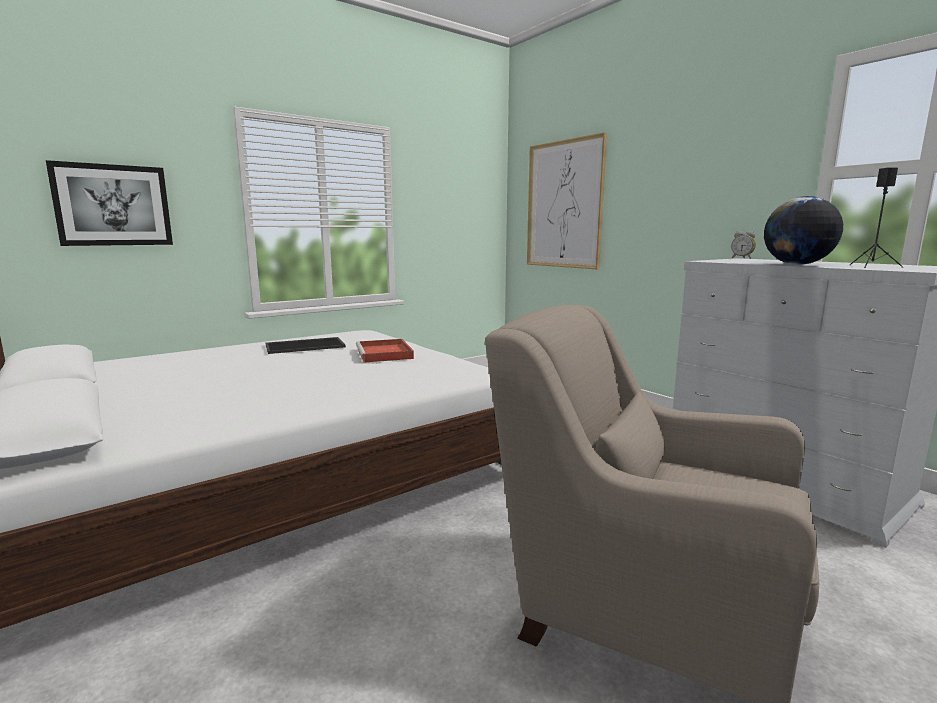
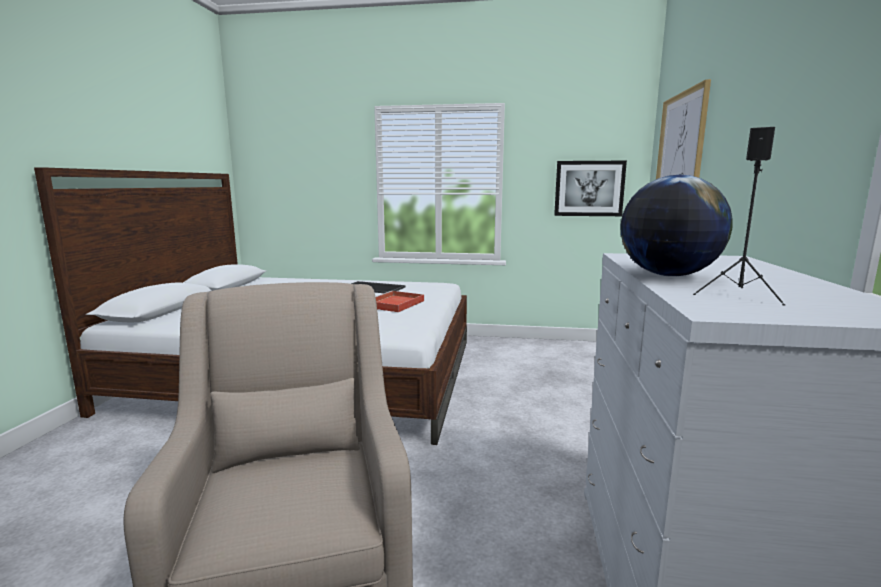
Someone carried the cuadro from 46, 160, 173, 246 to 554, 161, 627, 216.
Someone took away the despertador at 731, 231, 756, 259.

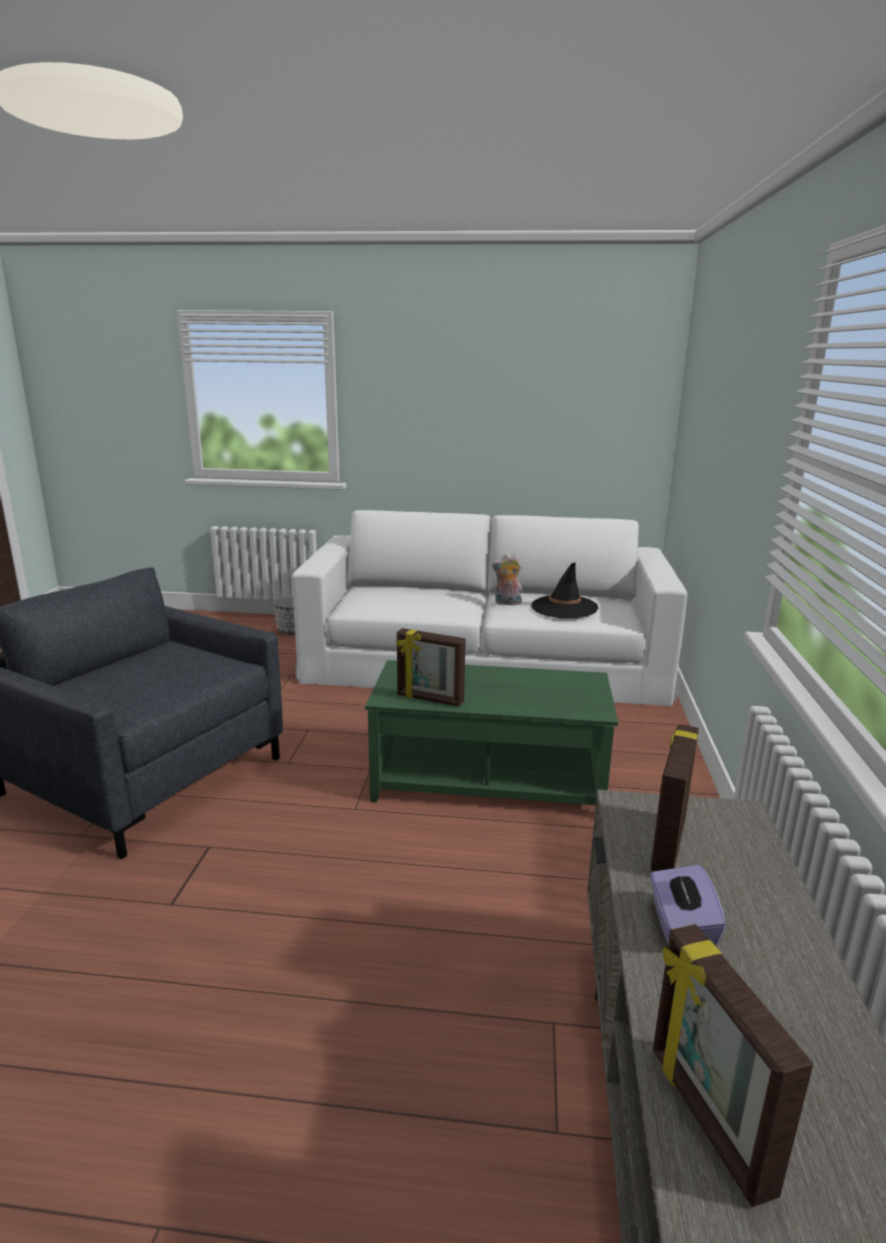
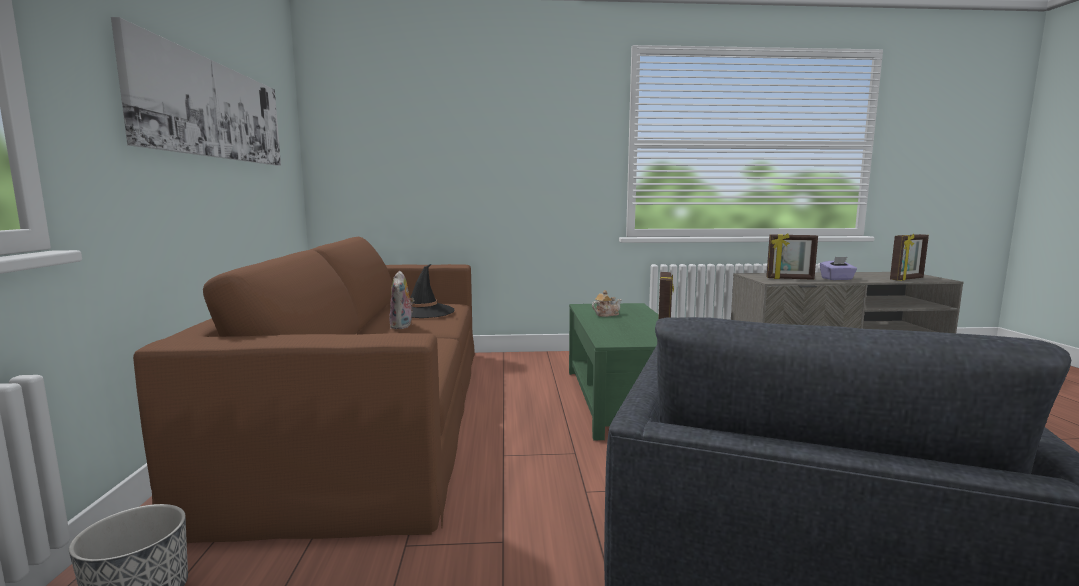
Someone repainted the sofá/blanco at 292, 510, 687, 706, which became the sofá/marrón at 133, 237, 475, 543.
Someone put up the cuadro at 111, 17, 281, 166.
Someone put down the tetera at 592, 290, 622, 317.

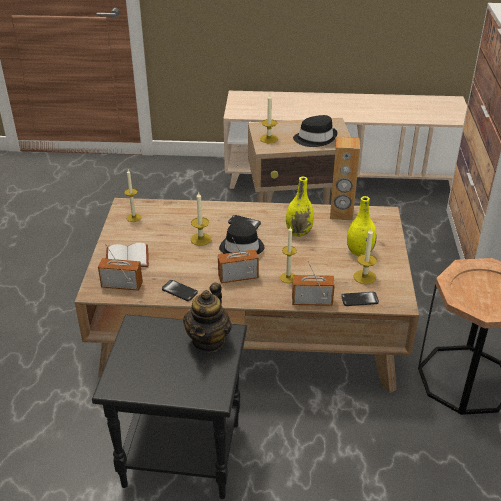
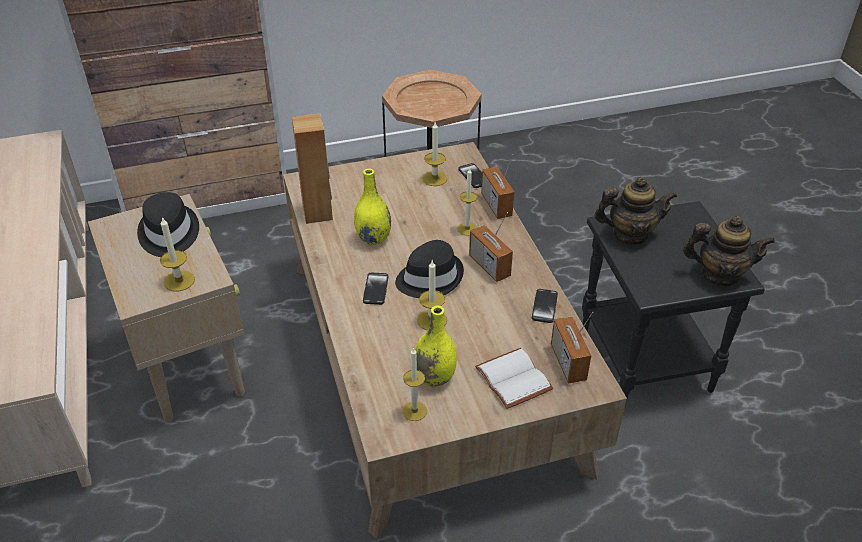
Someone carried the florero/amarillo from 347, 196, 377, 256 to 415, 306, 457, 387.
Someone put down the tetera at 683, 216, 775, 286.

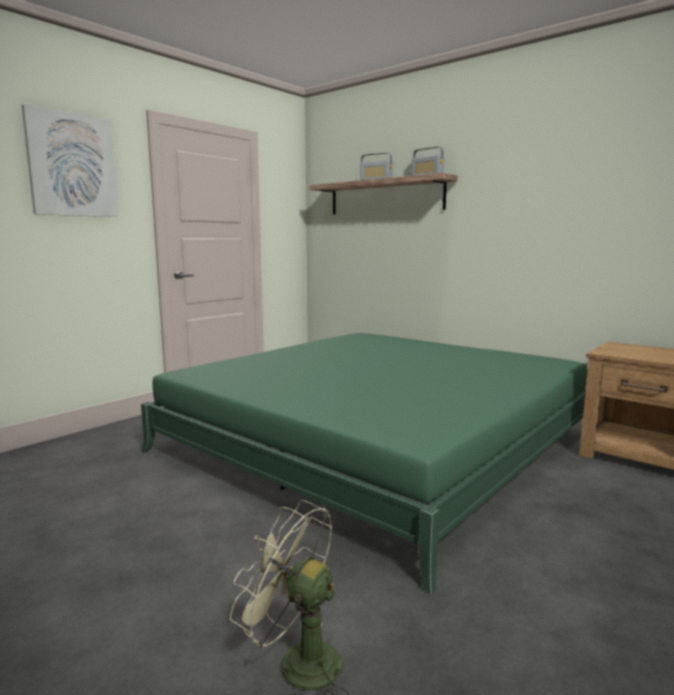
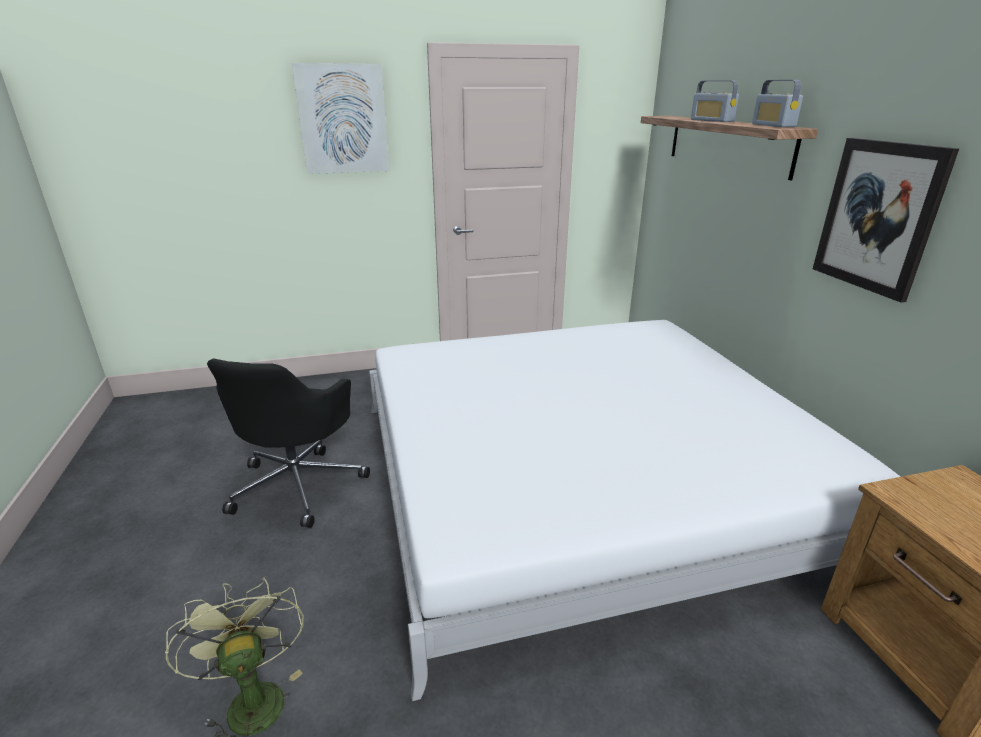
Someone repainted the cama/verde at 141, 333, 588, 594, which became the cama/blanco at 369, 320, 900, 701.
Someone put down the silla de oficina/negro at 207, 359, 370, 528.
Someone put up the cuadro at 813, 138, 959, 303.

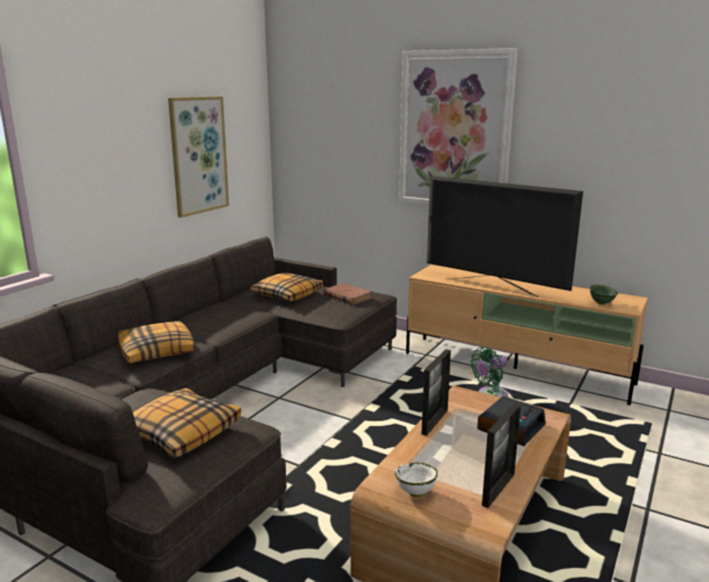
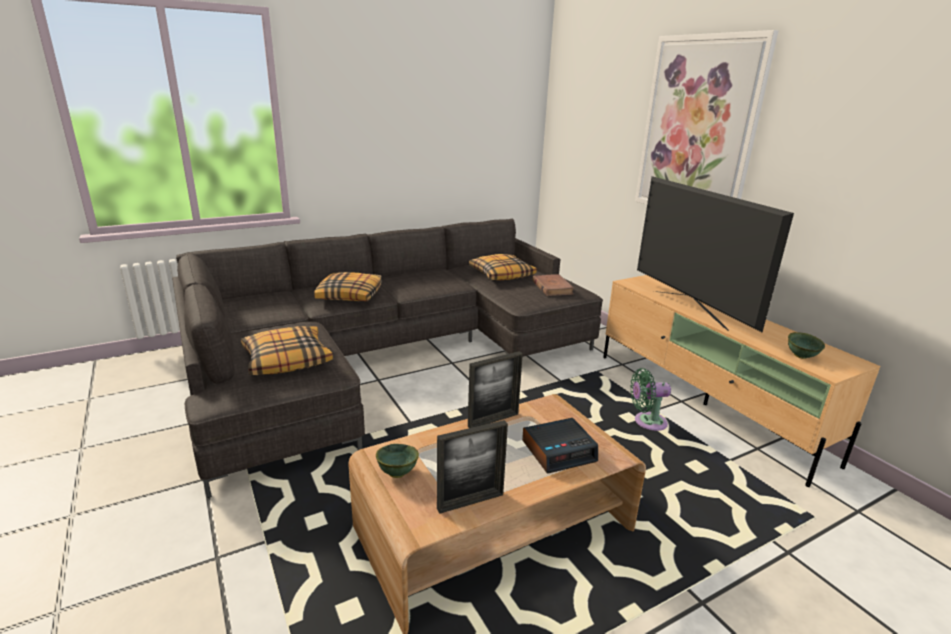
Someone took away the cuadro at 168, 96, 229, 218.
Someone repainted the cuenco/blanco at 395, 463, 438, 497, which became the cuenco/verde at 376, 444, 419, 478.

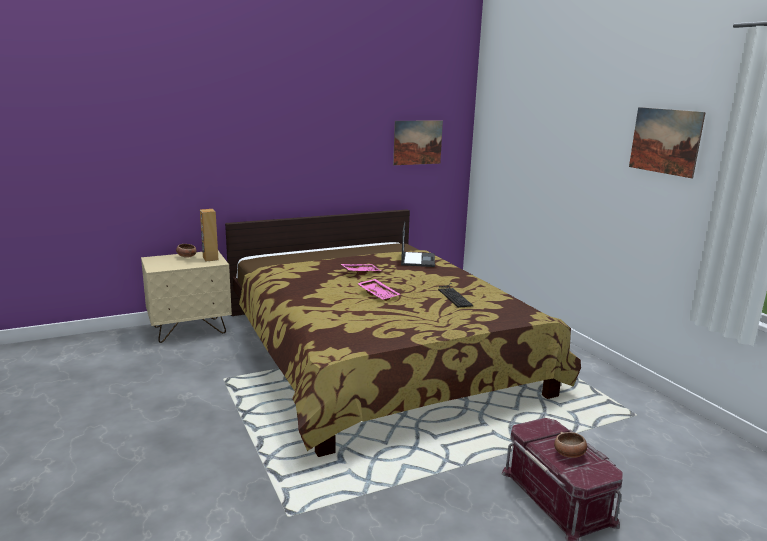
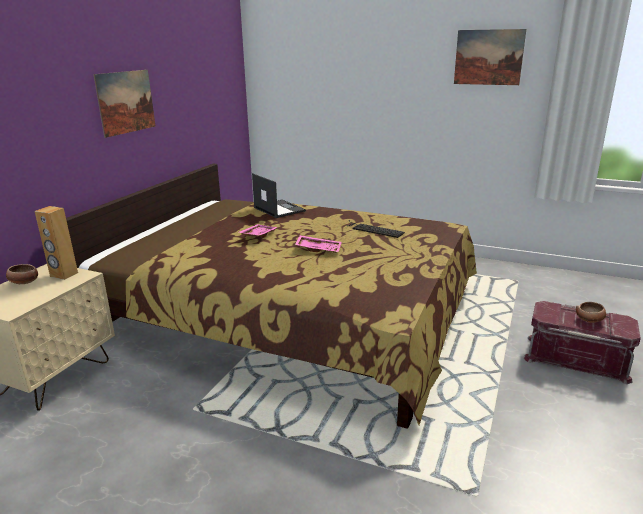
Someone carried the cuadro from 393, 121, 443, 165 to 93, 70, 155, 138.

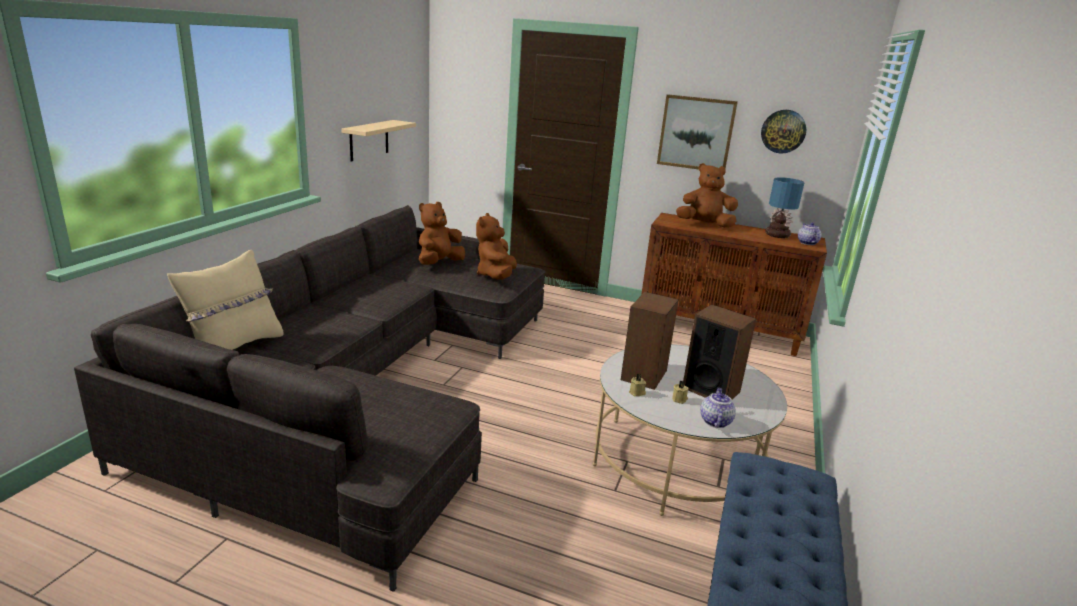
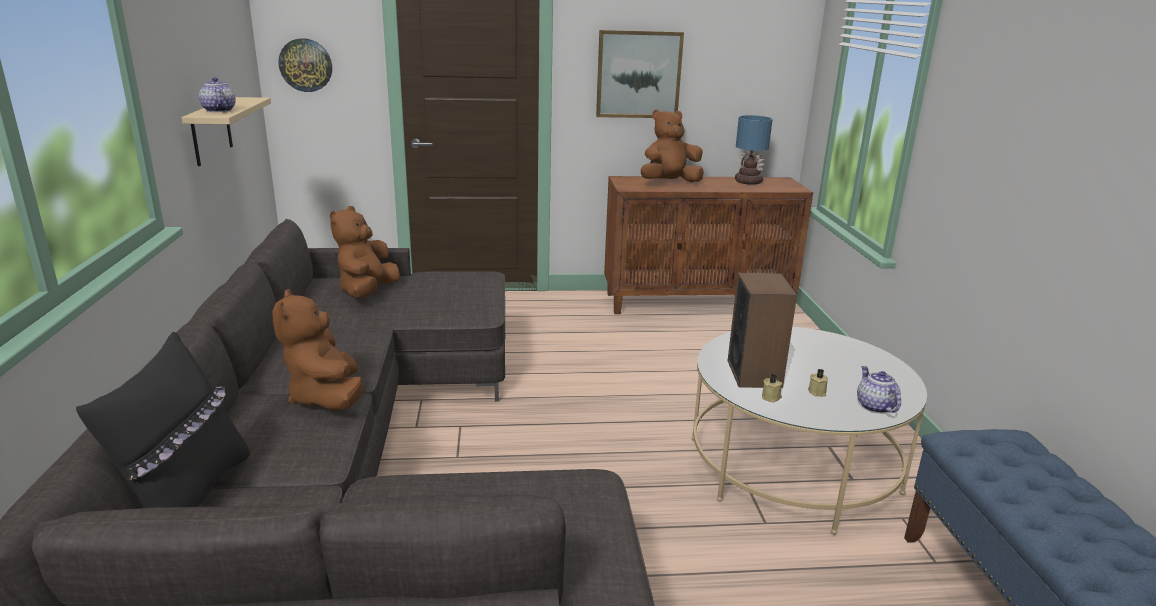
Someone repainted the cojín/beis at 167, 250, 284, 350, which became the cojín/negro at 76, 332, 250, 508.
Someone carried the peluche/marrón from 476, 213, 517, 280 to 272, 289, 363, 410.
Someone took away the altavoz at 683, 304, 756, 399.
Someone carried the reloj de pared from 761, 110, 806, 154 to 278, 38, 332, 92.
Someone carried the tetera from 798, 222, 822, 245 to 199, 77, 236, 112.

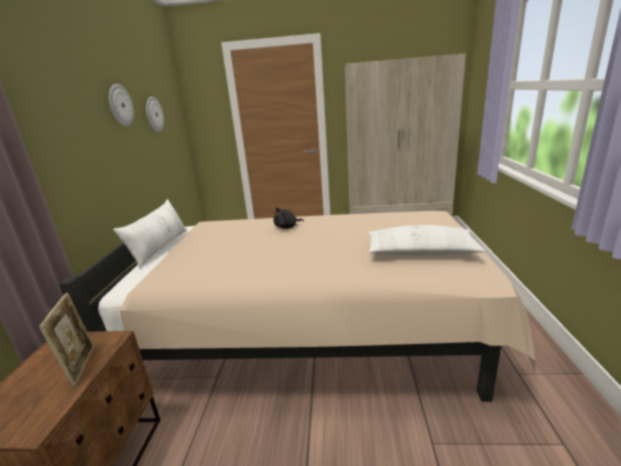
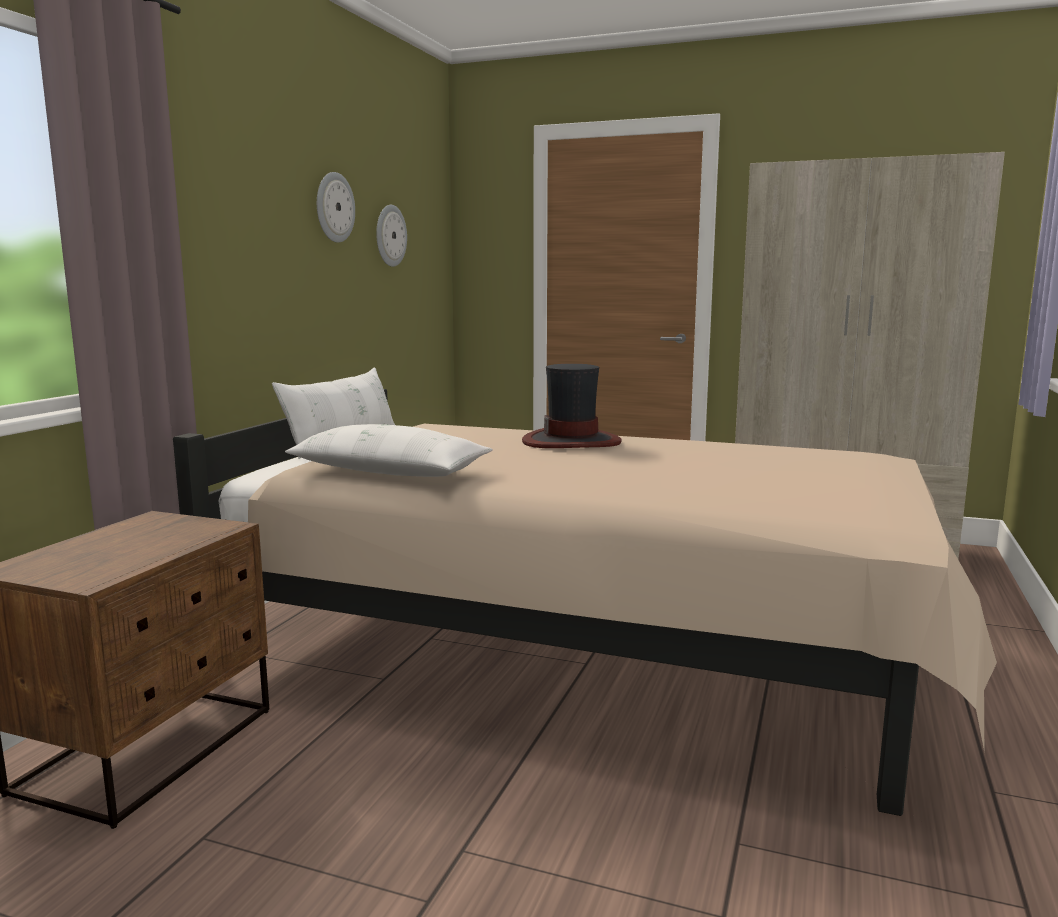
Someone took away the portarretratos at 39, 293, 94, 387.
Someone swapped the peluche/negro at 274, 208, 304, 229 for the sombrero at 522, 364, 622, 448.
Someone carried the cojín/blanco from 367, 225, 486, 255 to 285, 424, 493, 477.

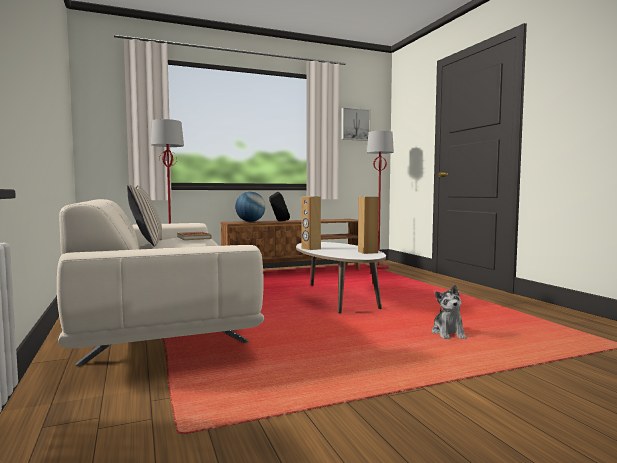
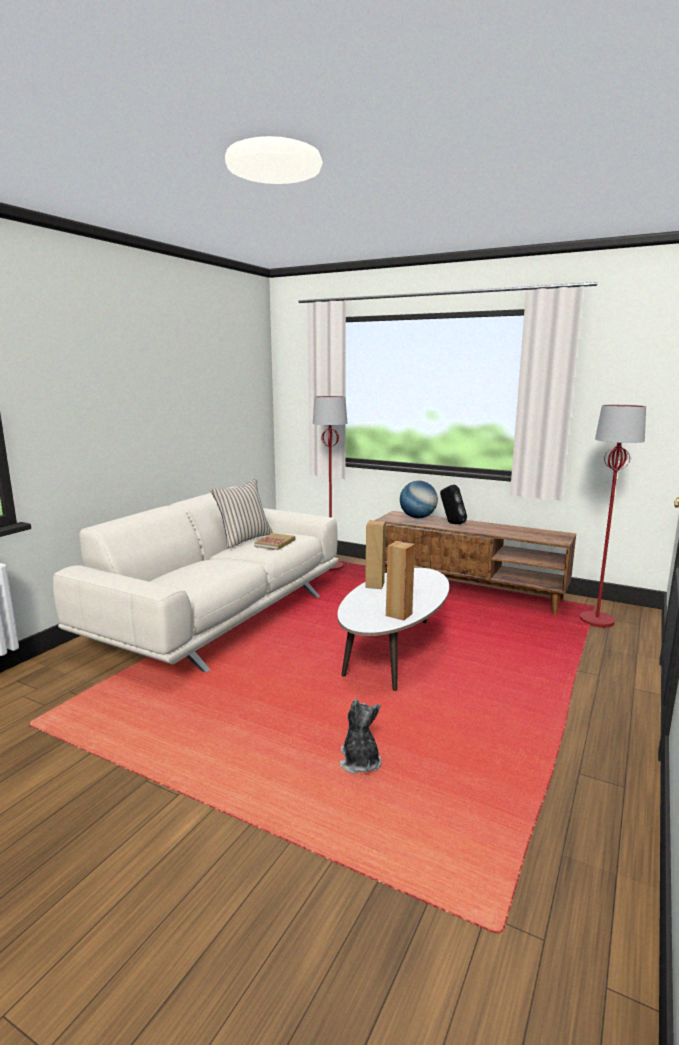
Someone took away the cuadro at 341, 107, 371, 141.
Someone rotated the peluche at 432, 285, 467, 339 by 120 degrees clockwise.

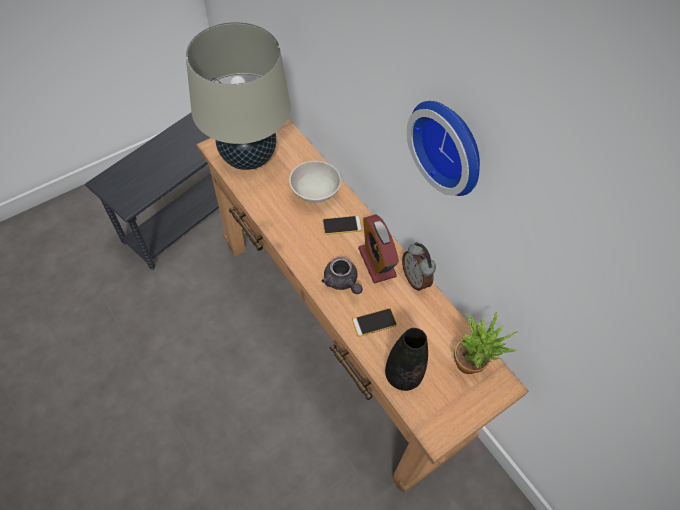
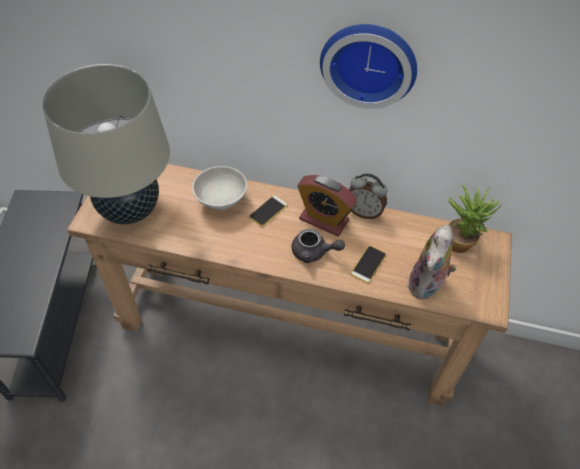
Someone swapped the florero/negro at 385, 328, 428, 391 for the peluche at 407, 225, 456, 300.

